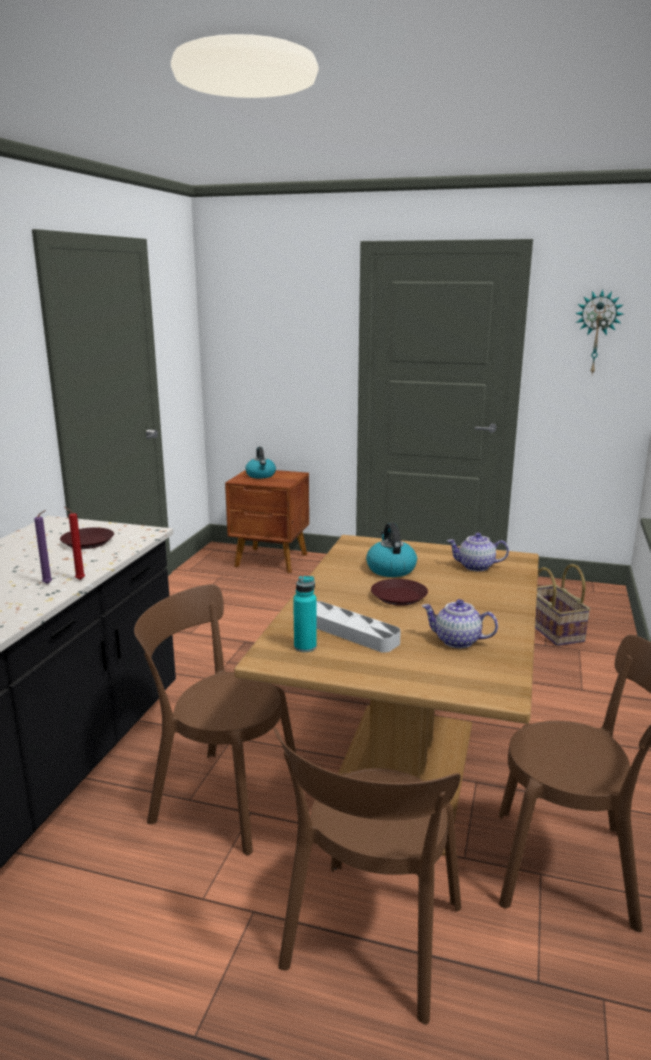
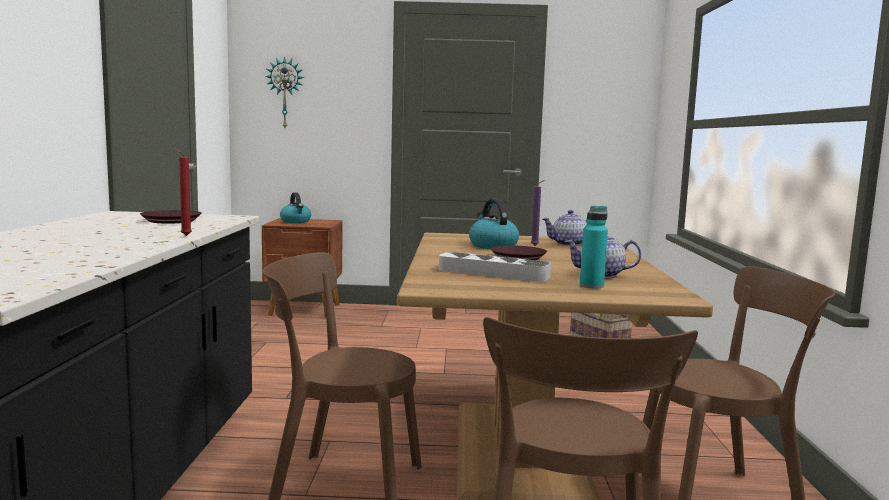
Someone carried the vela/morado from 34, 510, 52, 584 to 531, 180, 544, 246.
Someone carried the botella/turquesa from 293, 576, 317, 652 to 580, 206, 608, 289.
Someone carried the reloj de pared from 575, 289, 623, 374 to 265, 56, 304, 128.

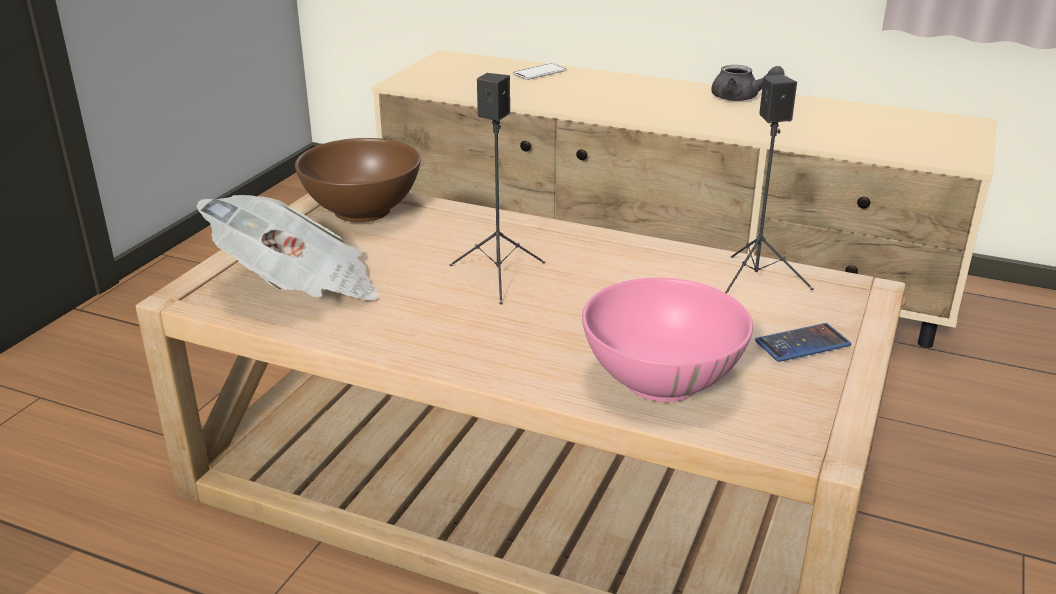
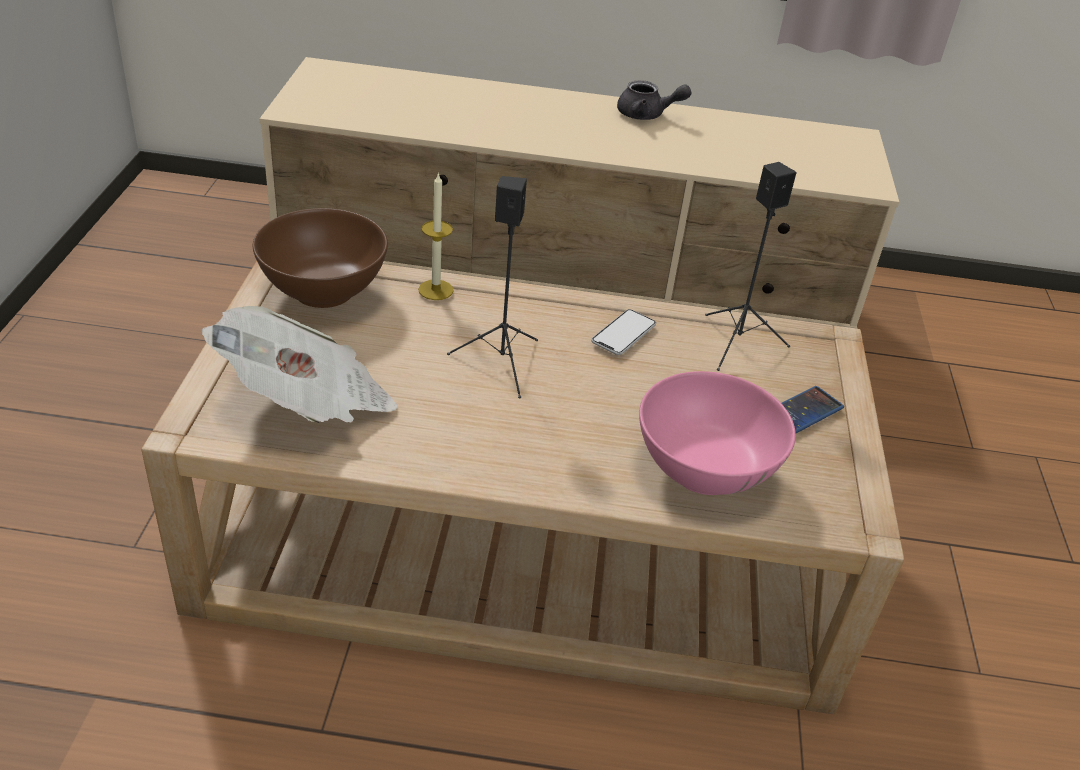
Someone carried the móvil from 513, 63, 566, 80 to 591, 309, 656, 355.
Someone put down the vela at 418, 172, 454, 300.

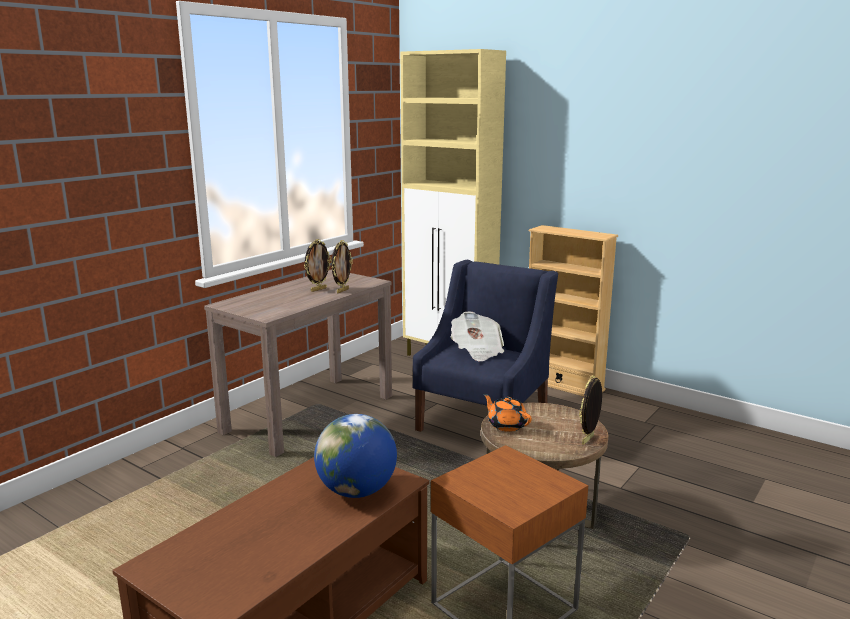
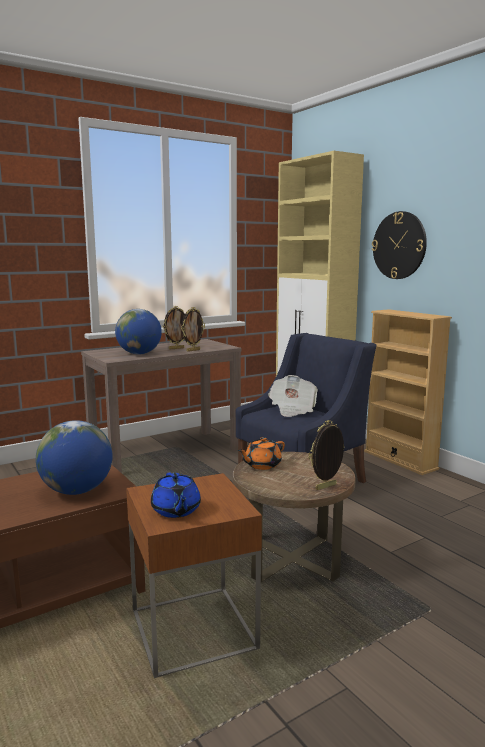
Someone rotated the tetera/naranja at 484, 394, 532, 432 by 105 degrees counterclockwise.
Someone put down the globo terráqueo at 115, 309, 162, 354.
Someone put down the tetera/azul at 151, 473, 201, 518.
Someone put up the reloj de pared at 372, 211, 427, 279.

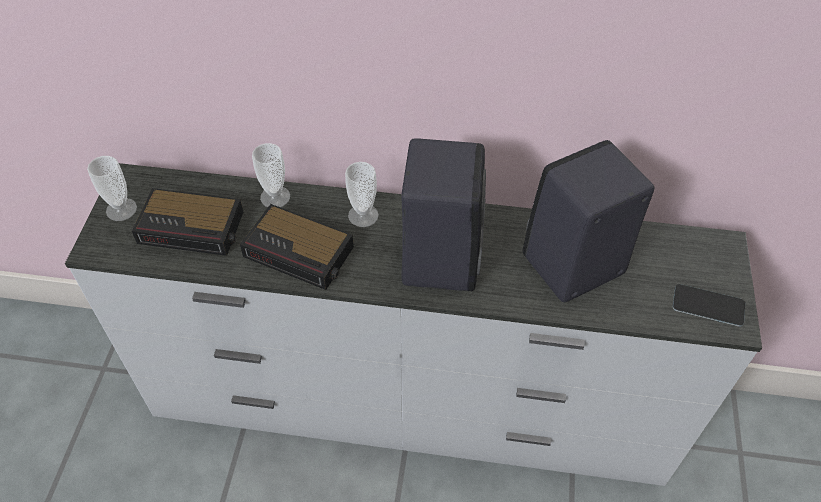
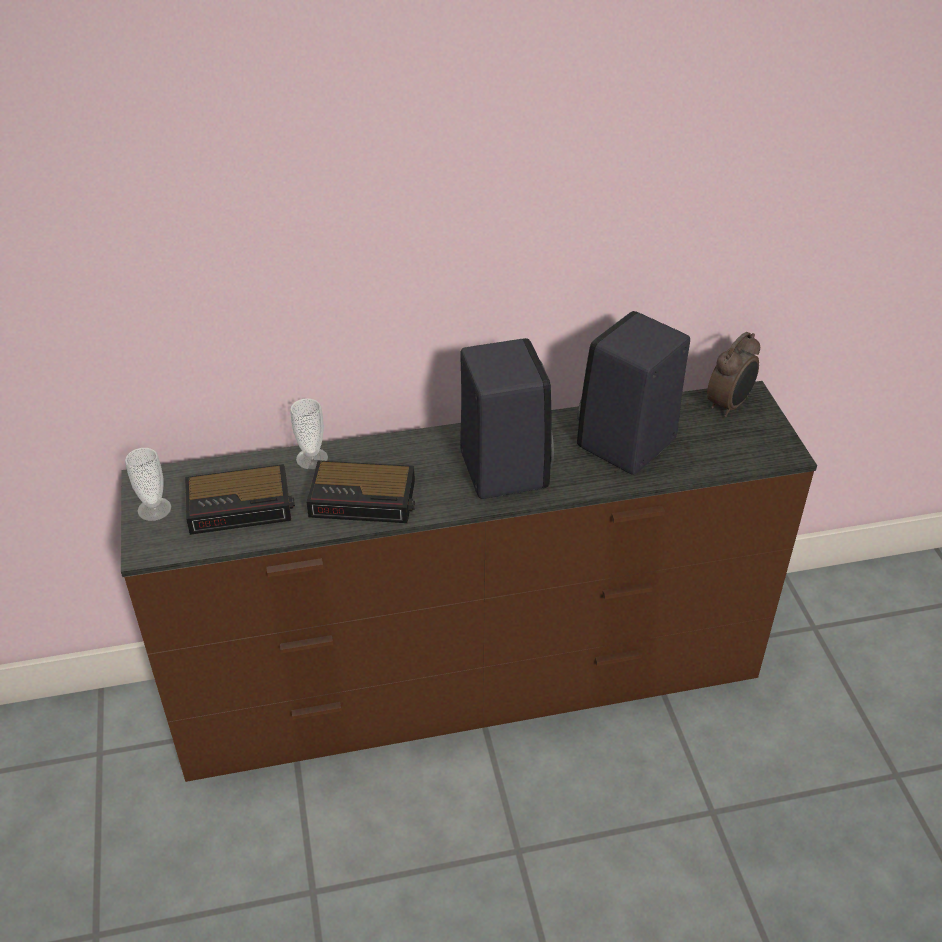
Someone repainted the cómoda/blanco at 65, 163, 762, 486, which became the cómoda/marrón at 121, 381, 817, 782.
Someone took away the taza at 345, 162, 379, 227.
Someone took away the móvil at 672, 284, 745, 327.
Someone put down the despertador at 707, 332, 760, 417.

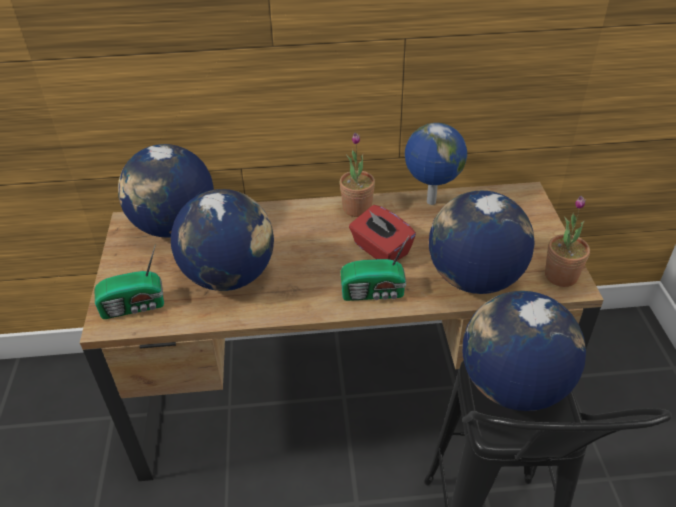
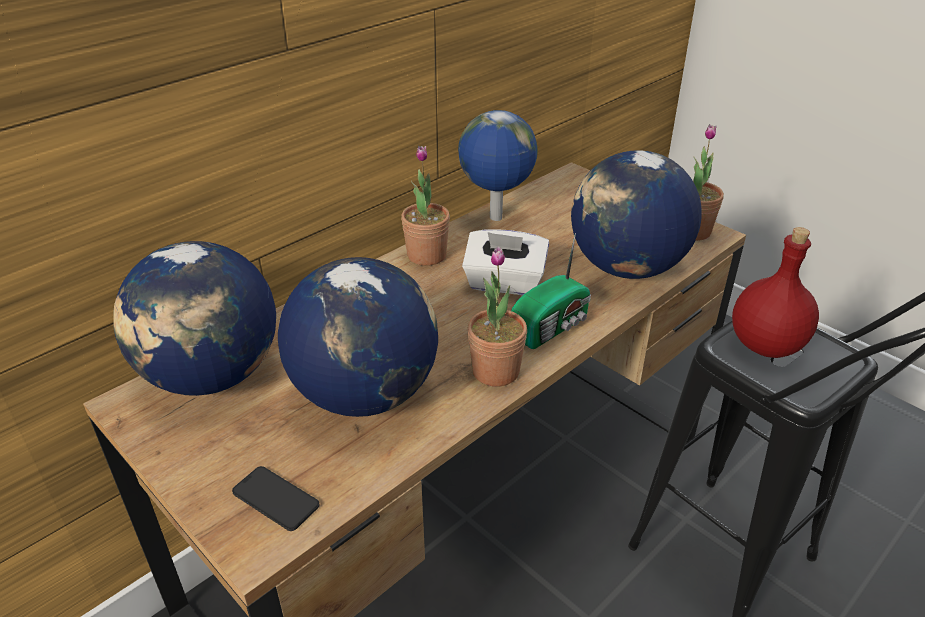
Someone swapped the radio at 95, 244, 164, 319 for the móvil at 232, 466, 320, 531.
Someone repainted the caja de pañuelos/rojo at 349, 205, 416, 261, which became the caja de pañuelos/blanco at 462, 229, 549, 295.
Someone swapped the globo terráqueo at 463, 291, 586, 411 for the botella/rojo at 732, 227, 819, 358.
Someone put down the planta en maceta at 467, 246, 527, 386.

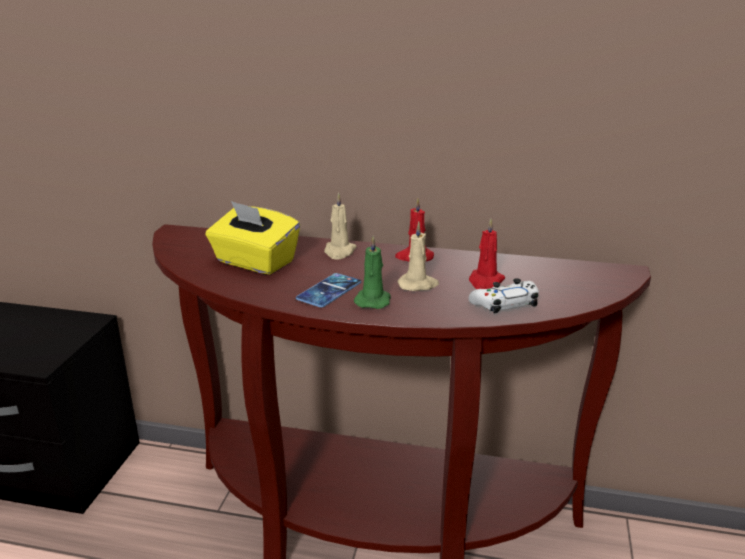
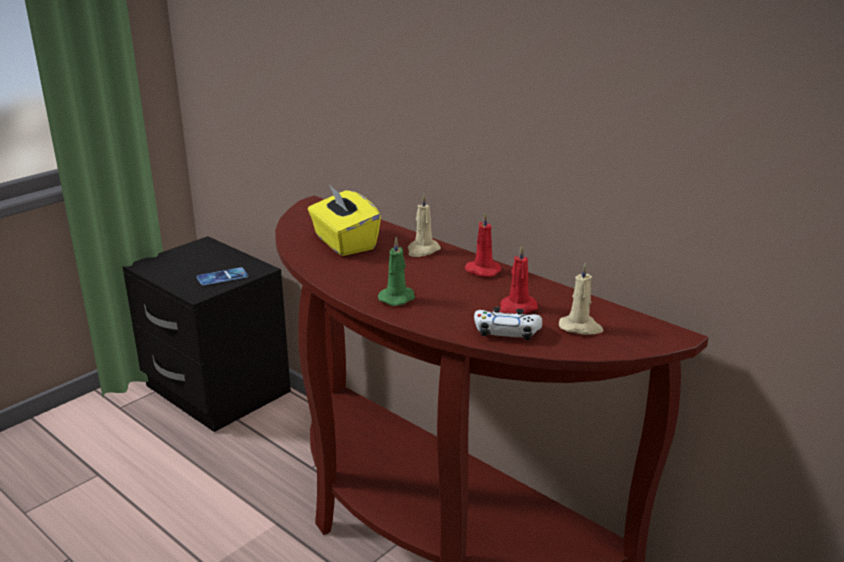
Someone carried the móvil from 296, 273, 361, 308 to 196, 267, 248, 286.
Someone carried the vela/beis from 398, 222, 439, 291 to 559, 262, 604, 335.

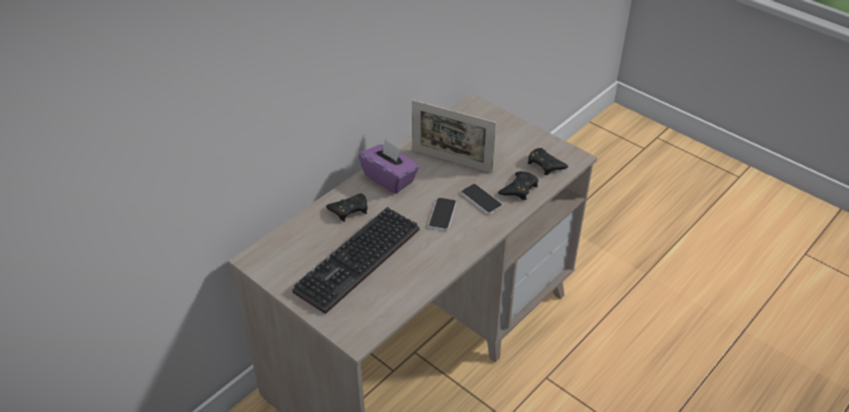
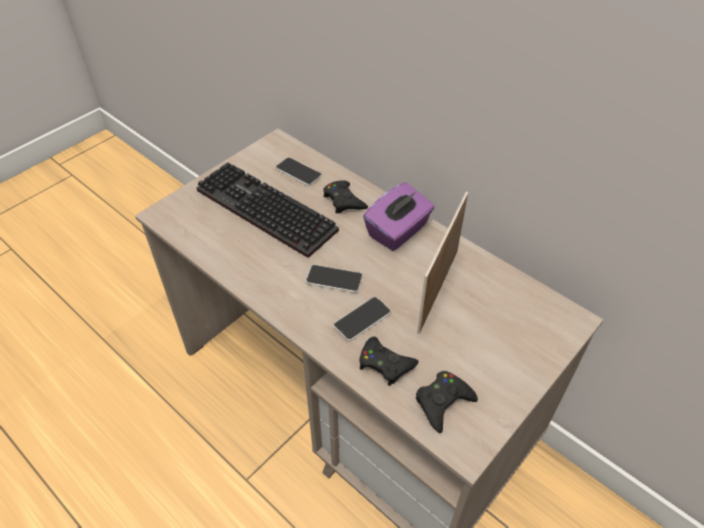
Someone put down the móvil at 276, 157, 322, 186.

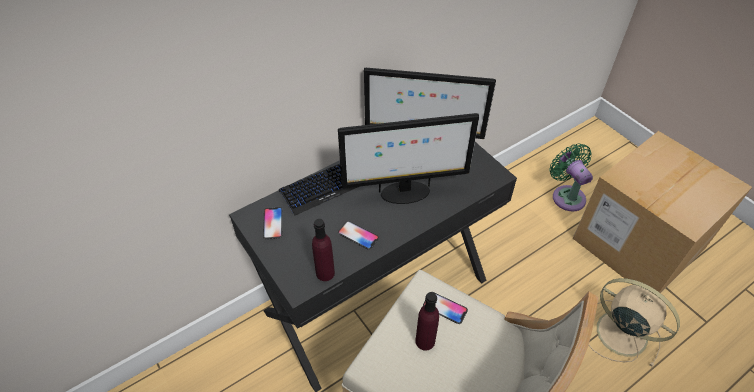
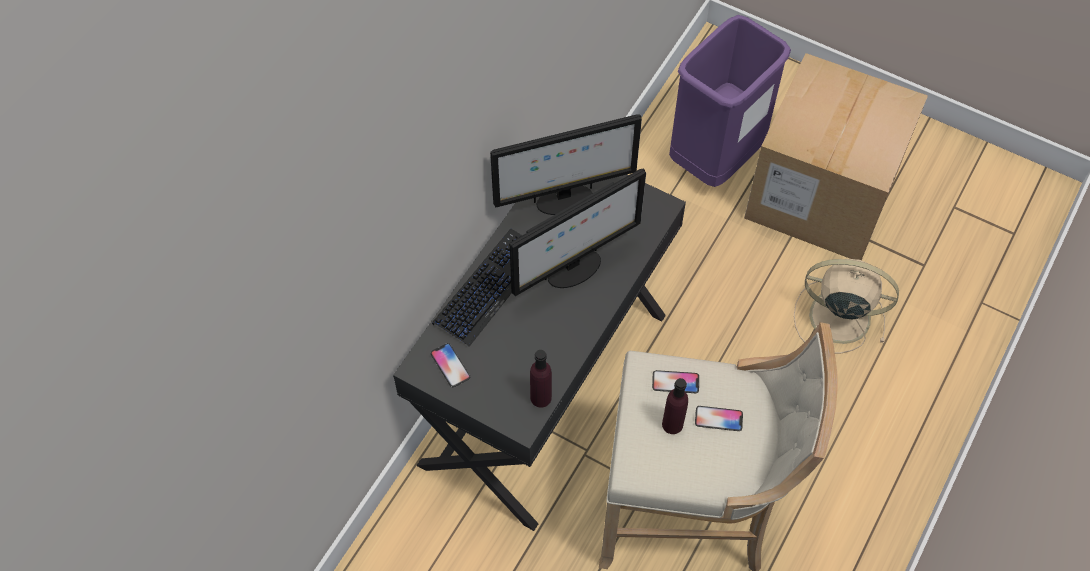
Someone carried the móvil from 338, 221, 379, 250 to 695, 406, 743, 431.
Someone swapped the ventilador/verde at 549, 143, 593, 212 for the papelera/morado at 669, 15, 791, 187.

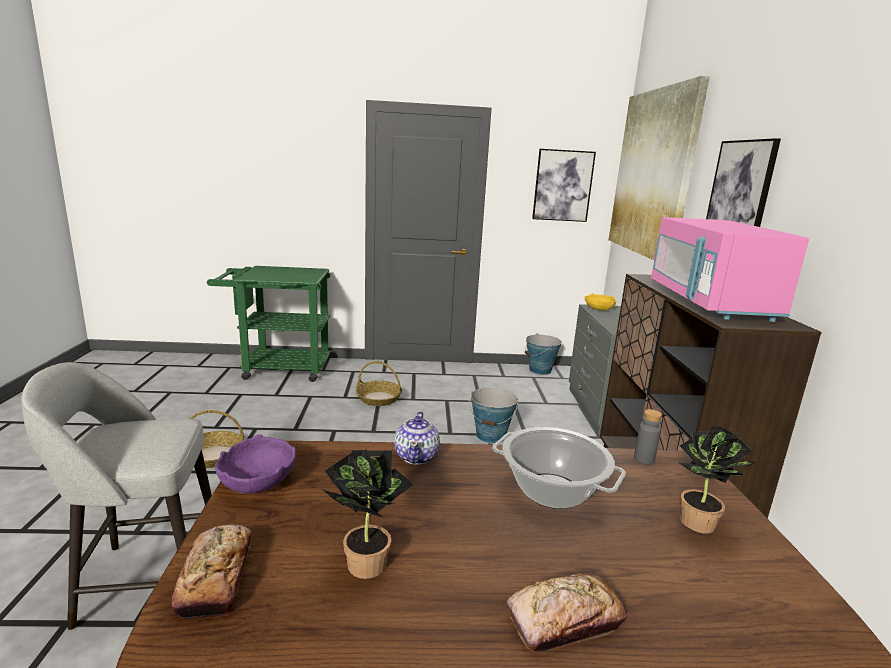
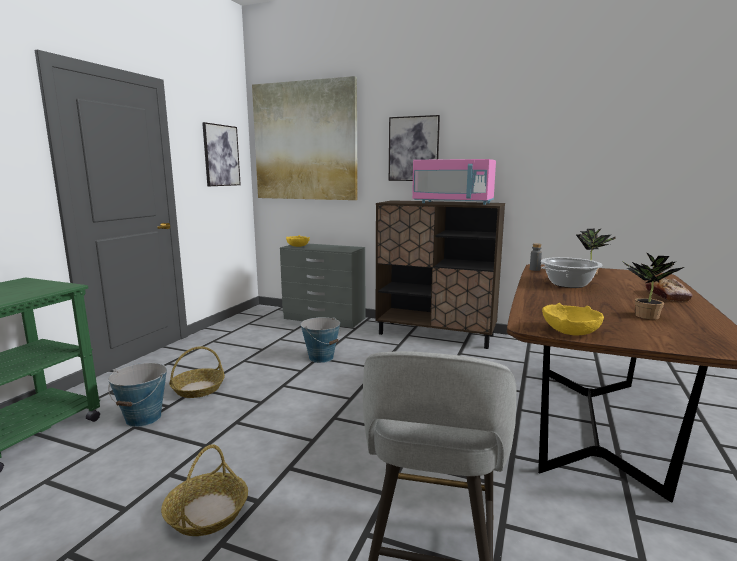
Someone took away the pan at 172, 525, 252, 620.
Someone repainted the cuenco/morado at 215, 434, 296, 494, which became the cuenco/amarillo at 542, 303, 604, 336.
Someone took away the tetera at 394, 412, 440, 465.
Someone carried the cubo from 525, 333, 562, 375 to 108, 363, 167, 427.

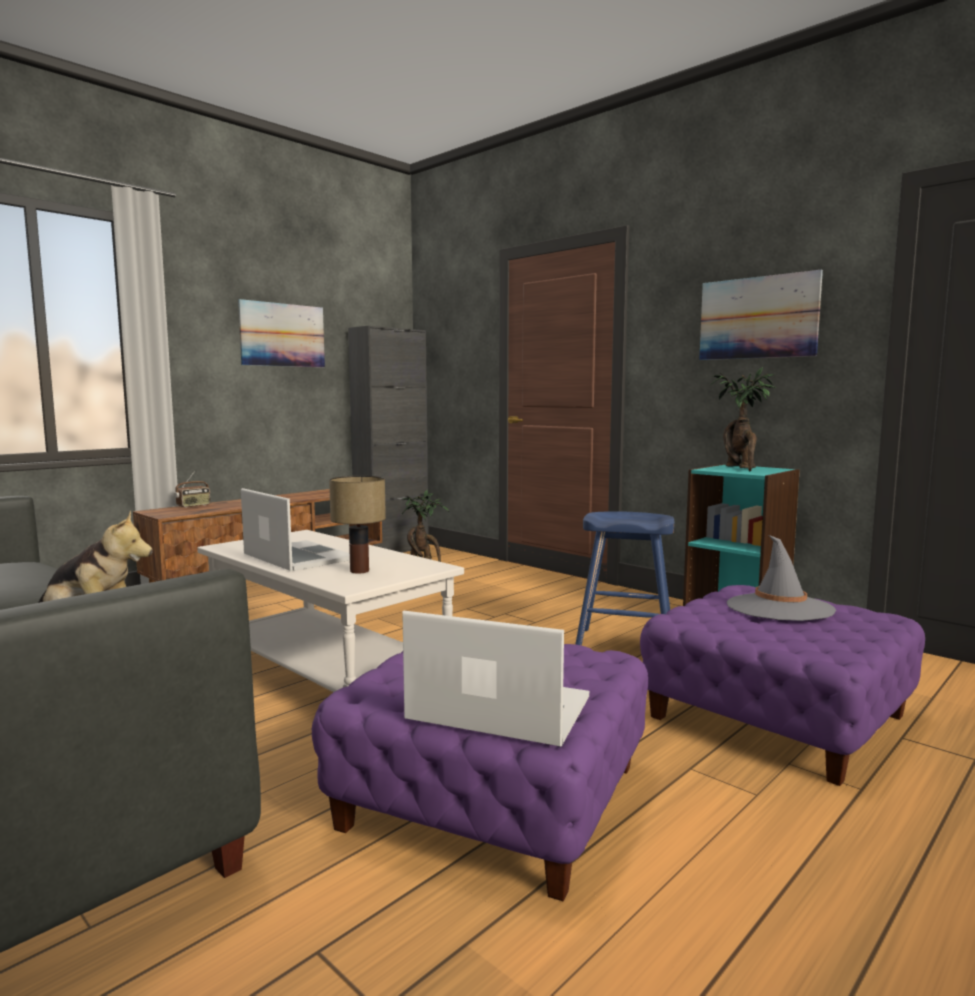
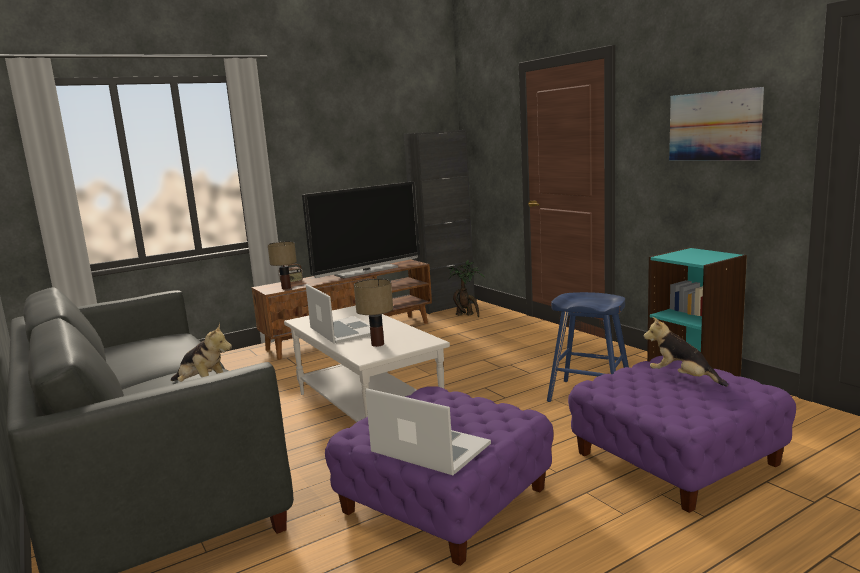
Someone took away the cuadro at 238, 299, 325, 368.
Someone took away the planta en maceta at 710, 367, 776, 472.
Someone swapped the sombrero/gris at 727, 535, 836, 621 for the peluche at 644, 317, 728, 387.
Someone put down the lámpara de mesa at 268, 241, 297, 289.
Someone put down the televisor at 302, 181, 420, 278.

